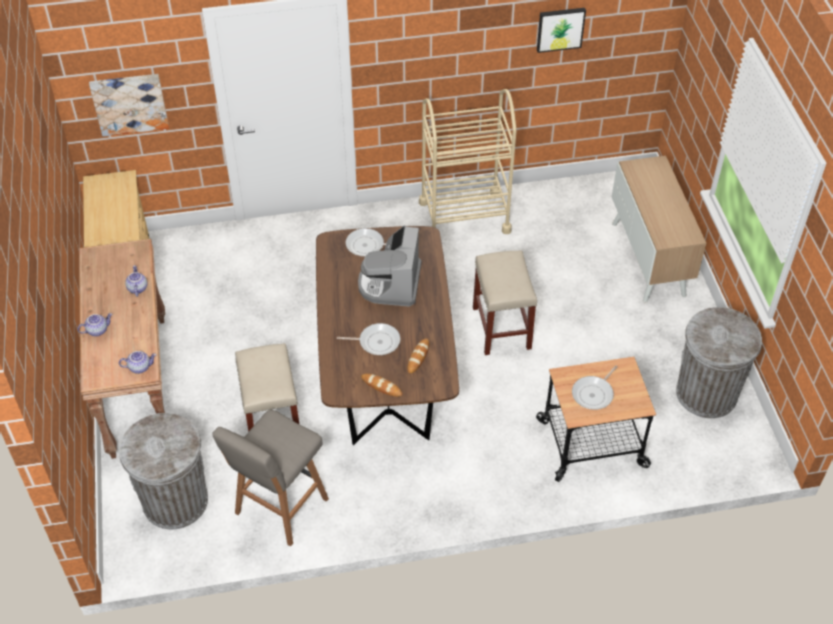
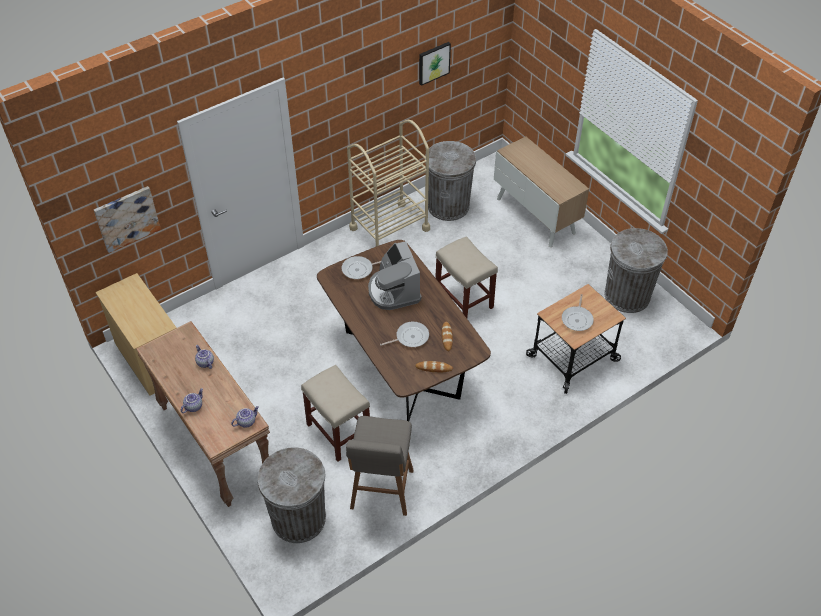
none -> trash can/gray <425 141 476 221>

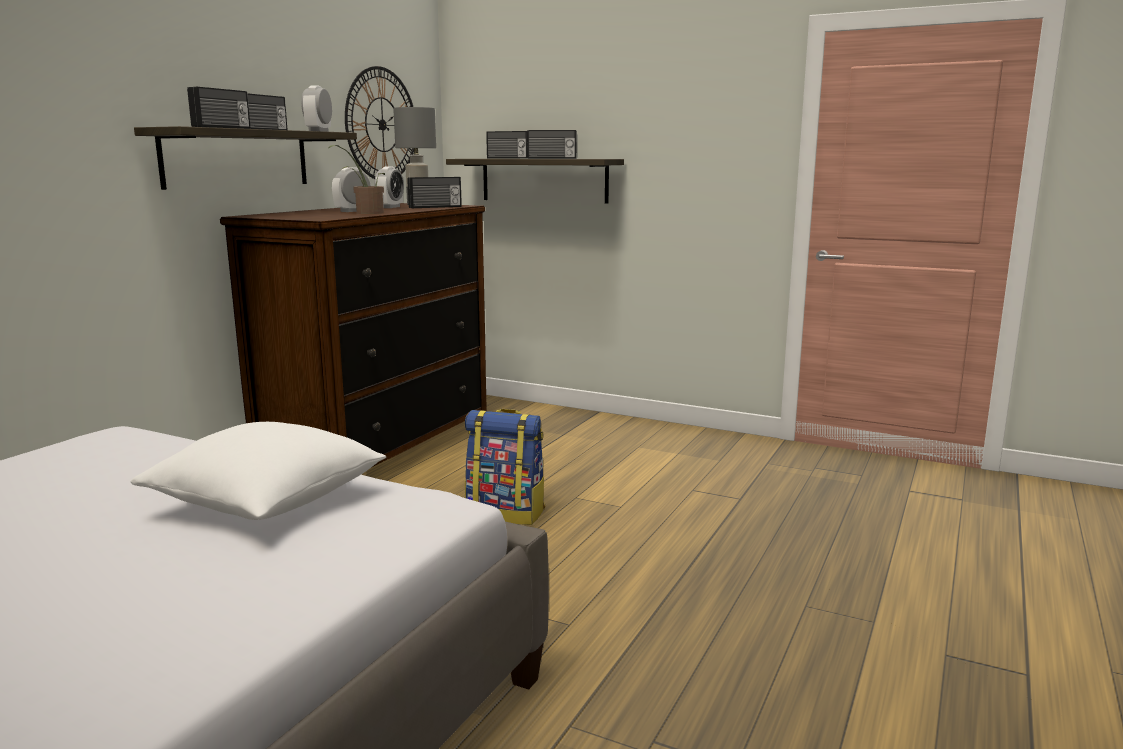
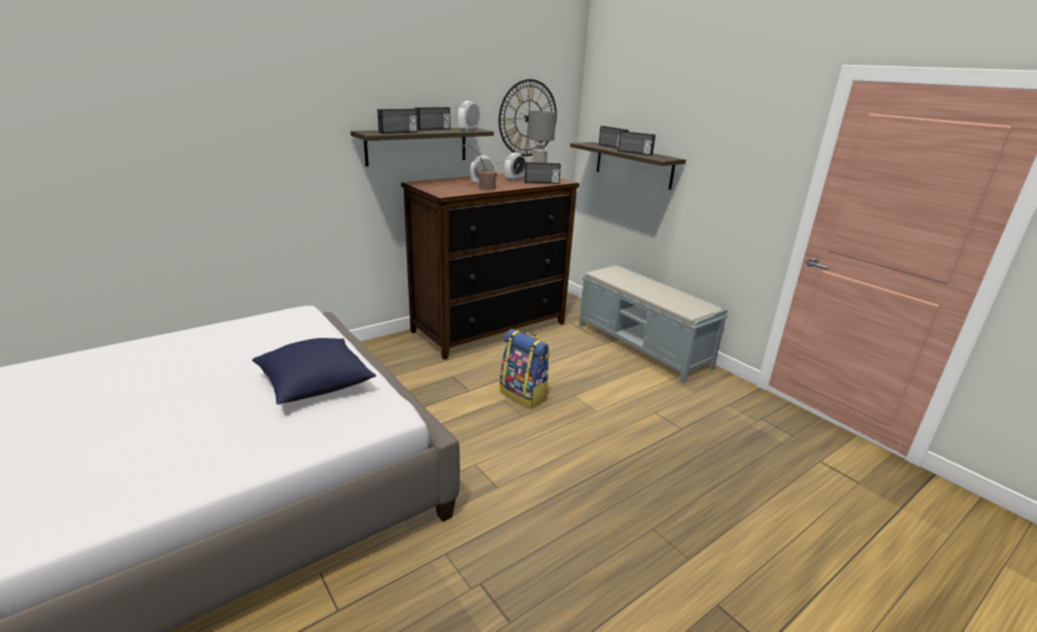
throw pillow/white-coloured <131 422 386 520> -> throw pillow/blue-coloured <252 338 376 404>
none -> bench/gray <579 264 728 383>

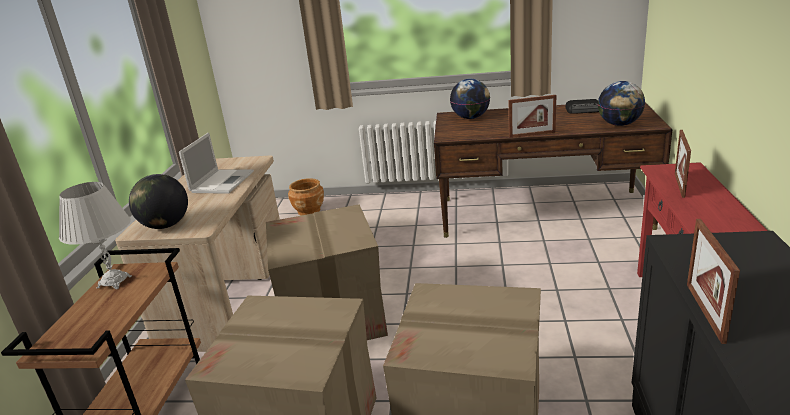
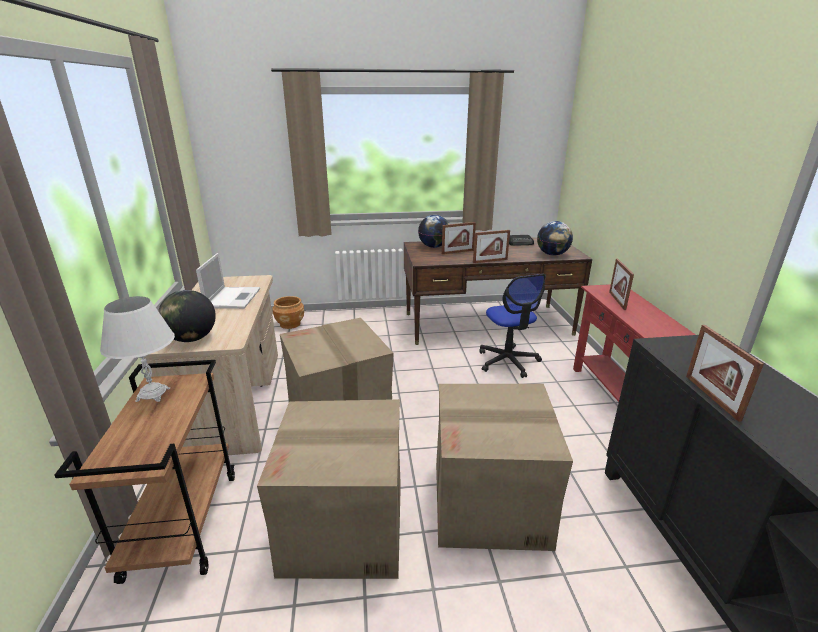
none -> photo frame <442 222 476 254>
none -> computer chair <479 274 546 378>

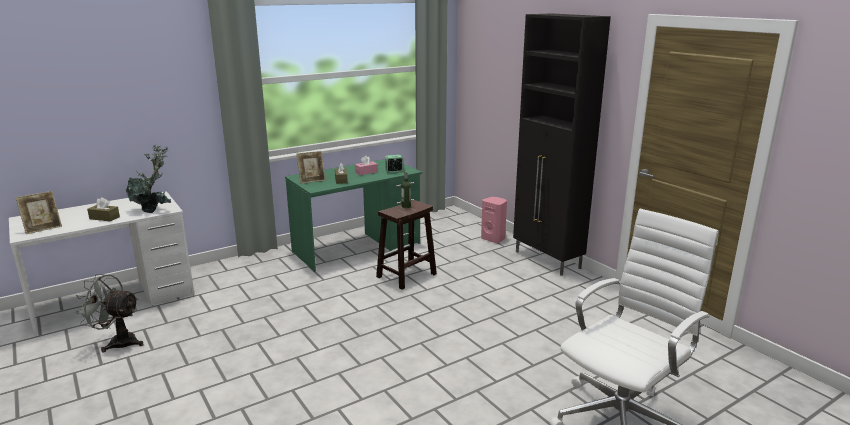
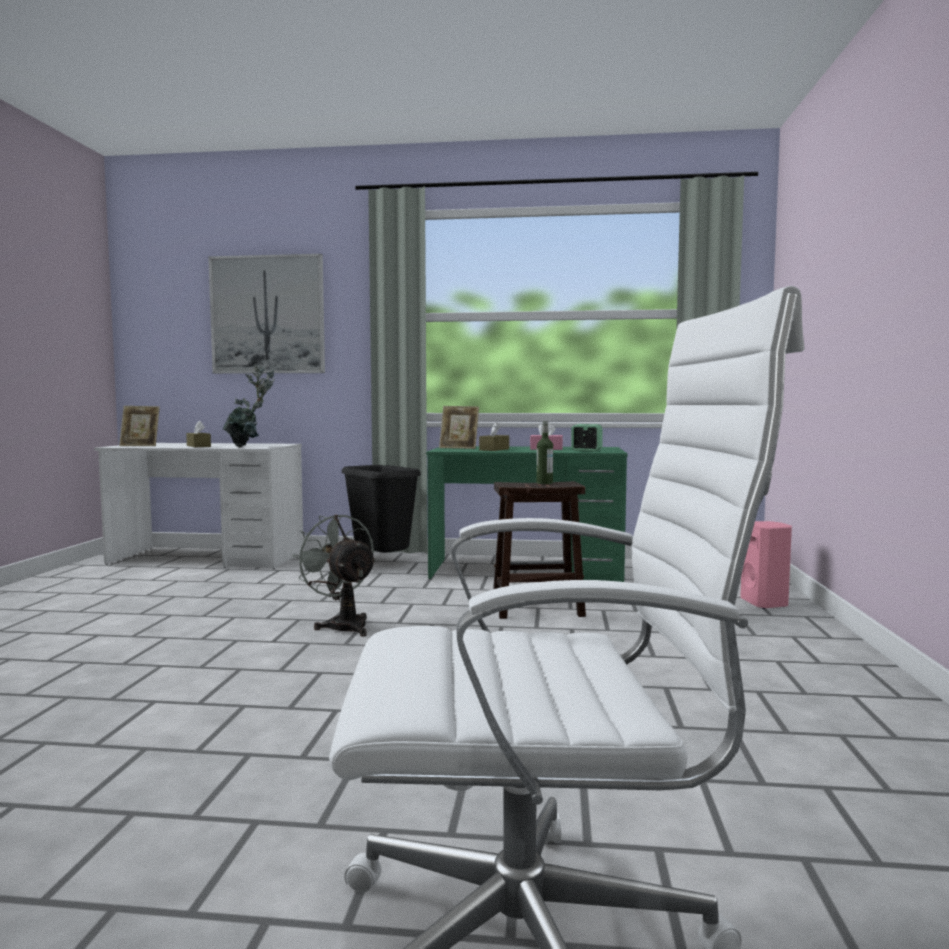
electric fan/gray <74 274 144 352> -> electric fan/gray <292 515 376 637>, move
cabinet/blackish <513 13 611 276> -> none
none -> wall art <208 254 325 374>
none -> trash can/blackish <342 465 421 553>

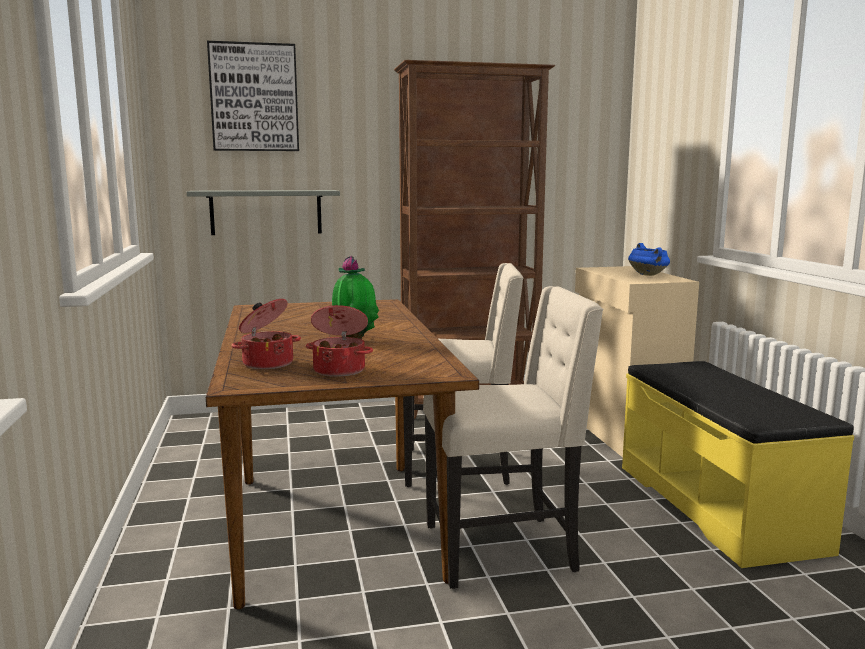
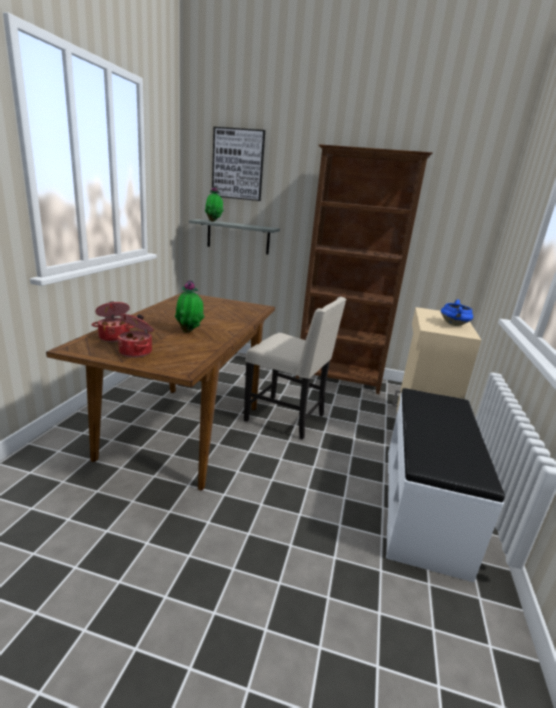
upright chair/beige-coloured <423 286 603 589> -> none
bench/yellow-coloured <622 361 854 568> -> bench/white-coloured <386 388 505 582>
none -> plant in a pot <205 186 224 222>

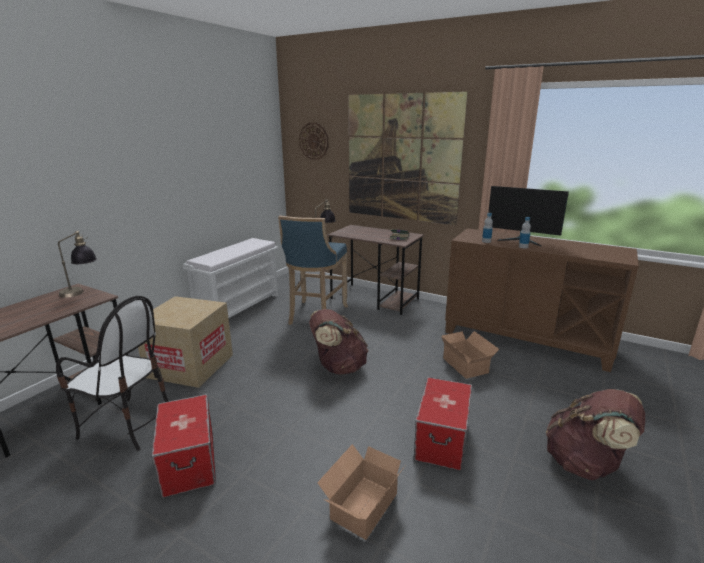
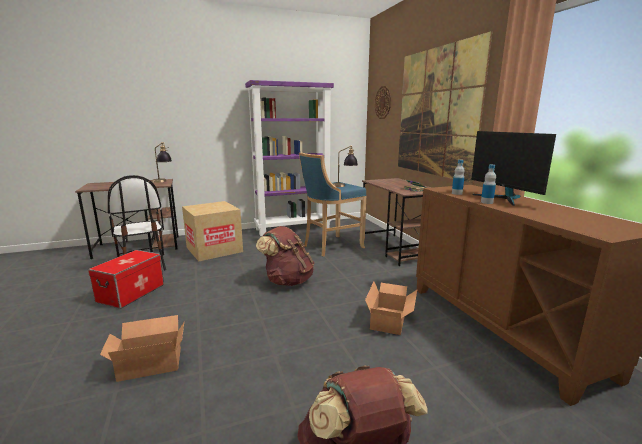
bench/white-coloured <183 238 278 318> -> bookcase/purple <245 80 334 236>
storage bin <414 377 472 471> -> none

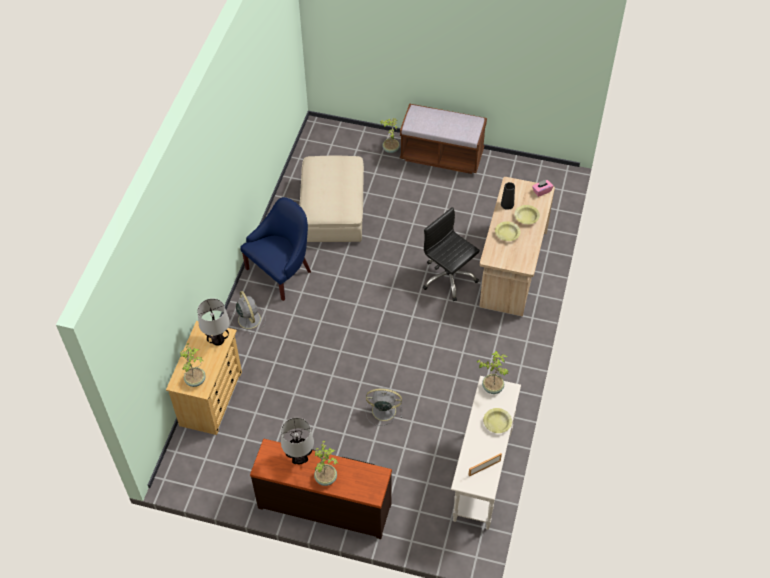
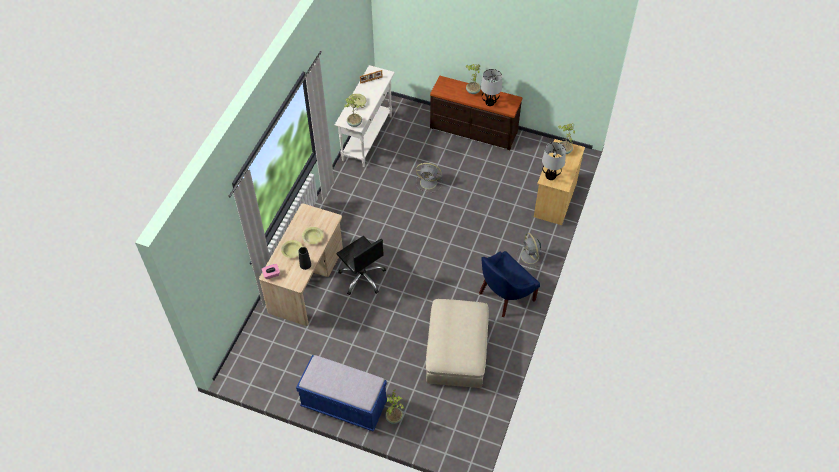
bench/brown <400 103 487 174> -> bench/blue-coloured <296 355 387 432>

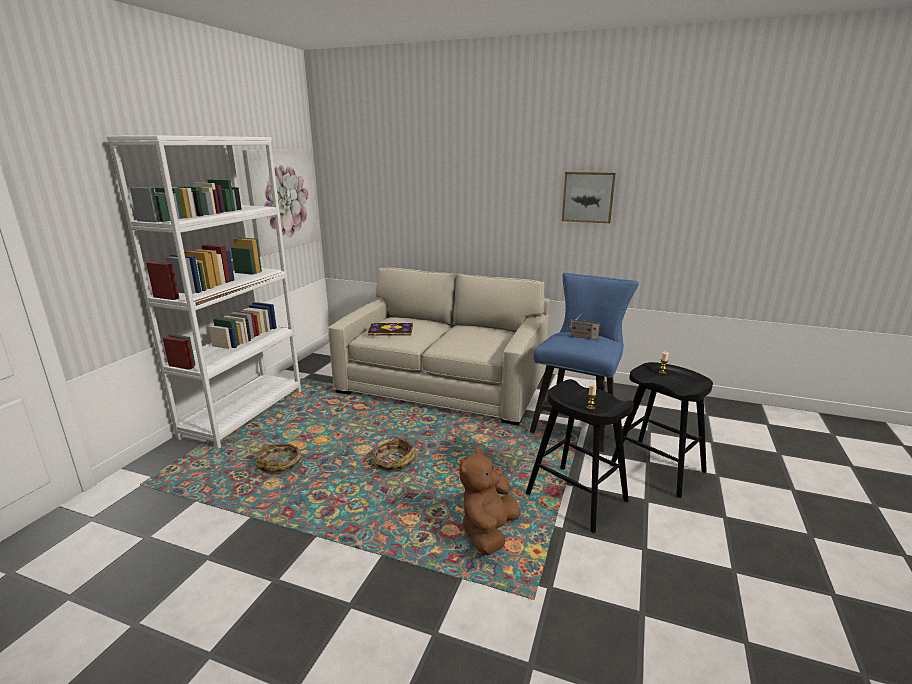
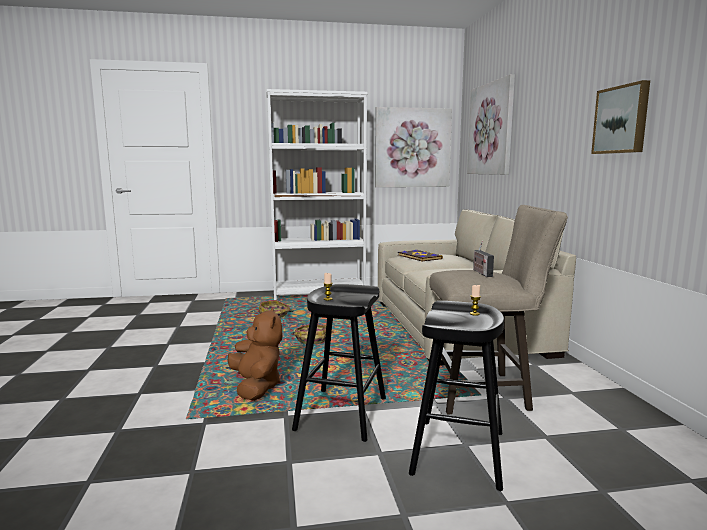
cuddly toy/brown <459 447 520 555> -> cuddly toy/brown <228 307 283 401>, 75 degrees clockwise
stool/blue-coloured <530 273 639 452> -> stool/beige-coloured <430 205 568 414>
none -> wall art <467 74 515 175>

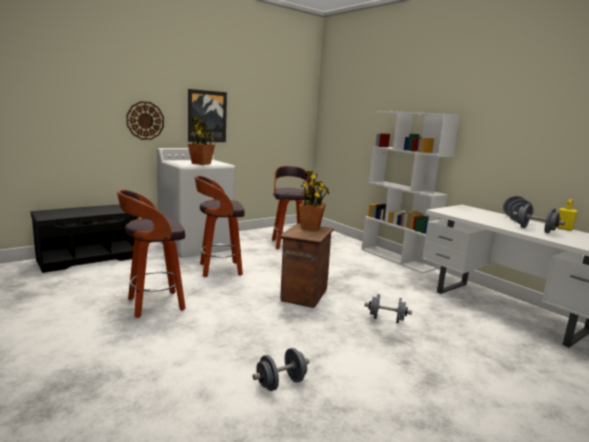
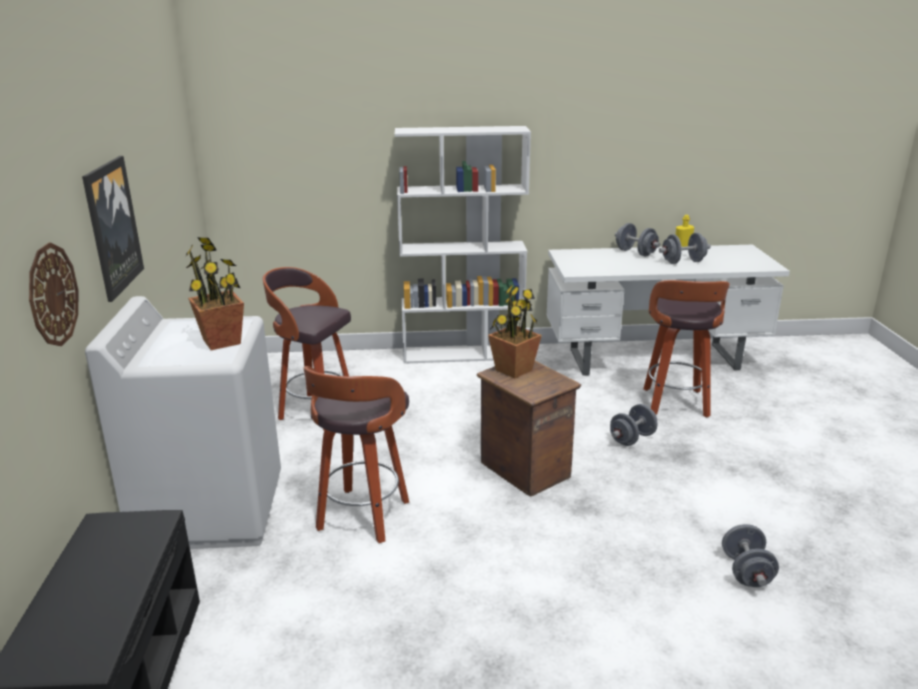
stool <117 189 186 318> -> stool <643 280 730 418>, move

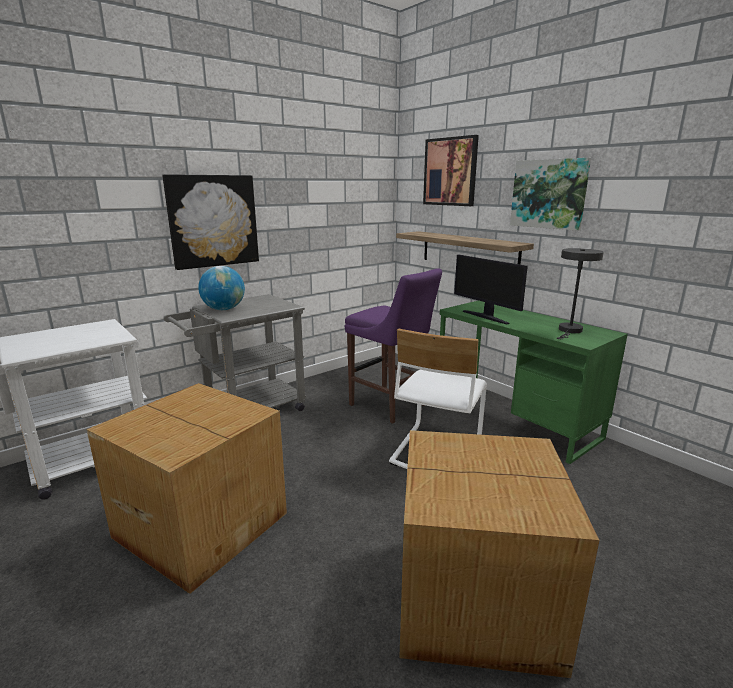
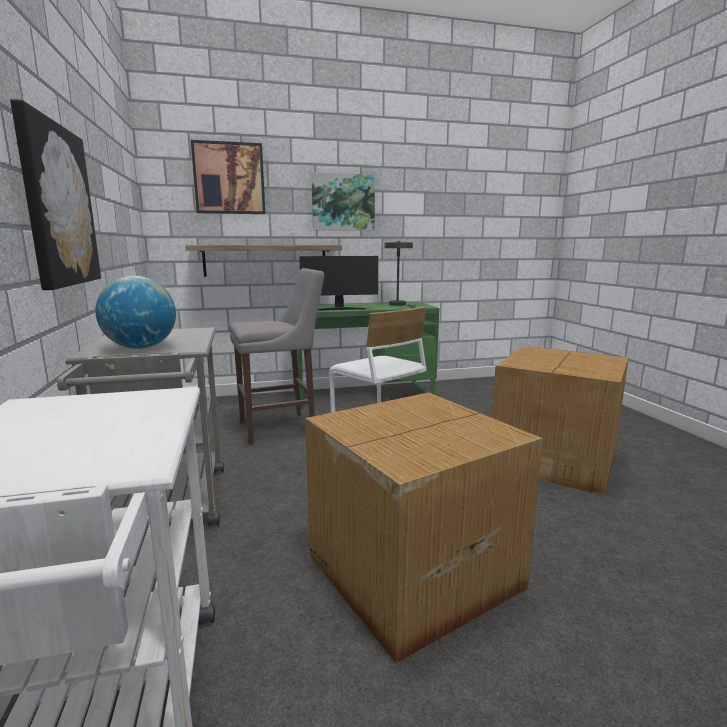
stool/purple <345 268 442 424> -> stool/gray <229 268 325 445>

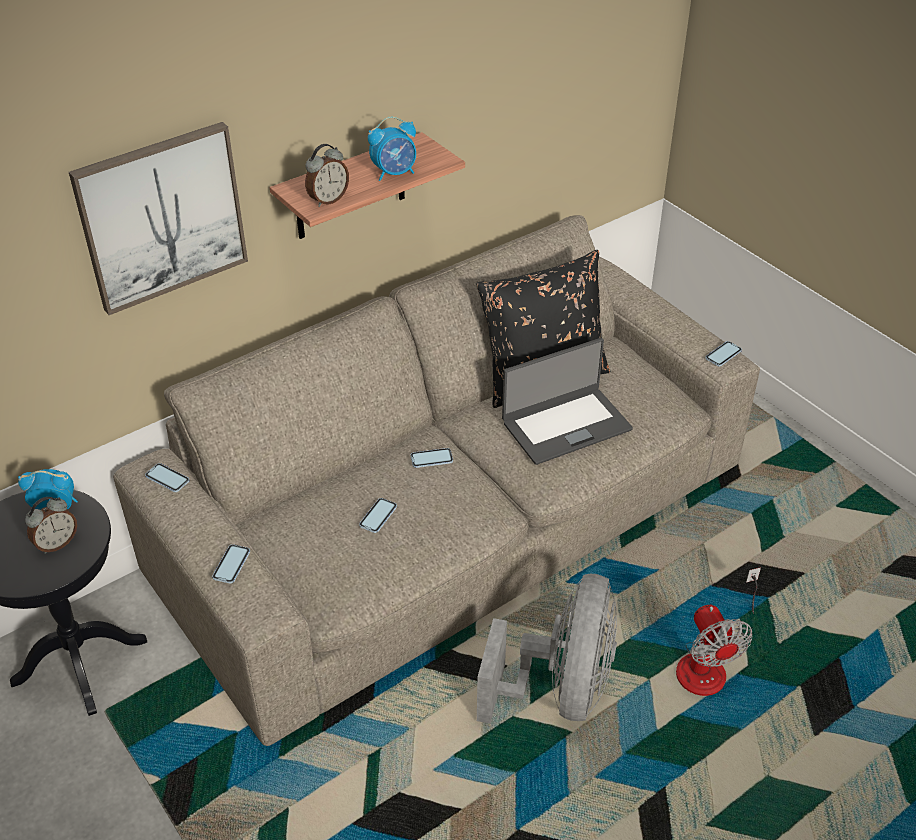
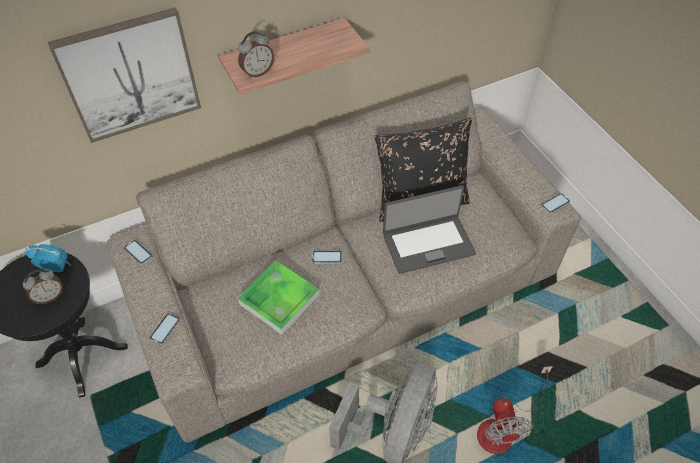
telephone <359 498 397 533> -> carrying tray <237 261 319 335>
bedside clock <368 116 416 181> -> none

